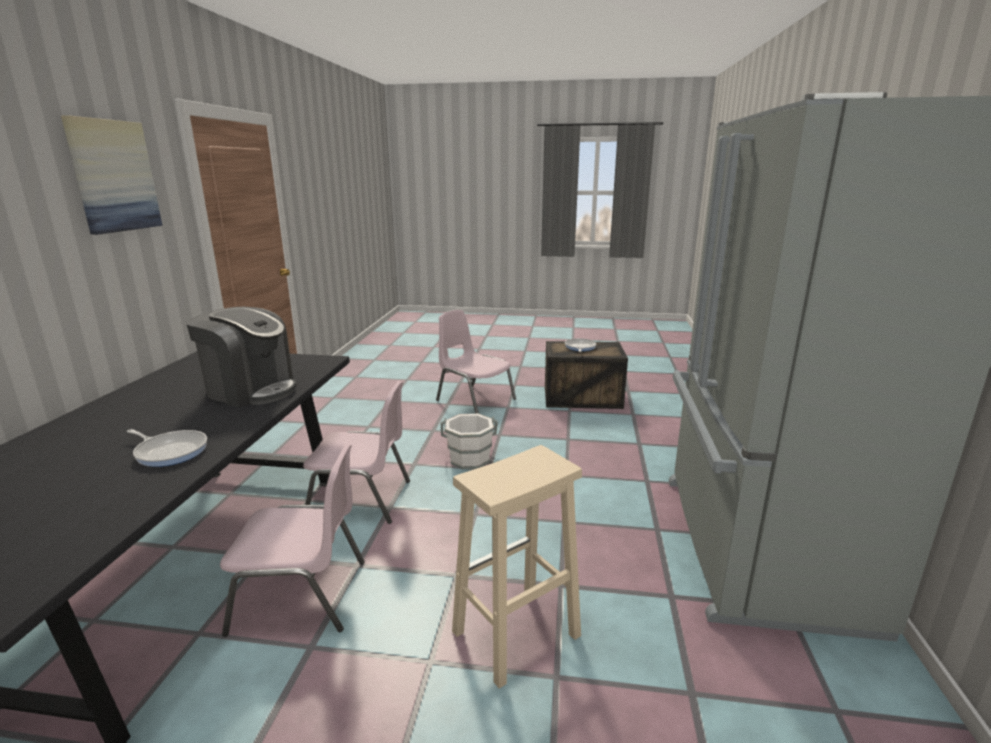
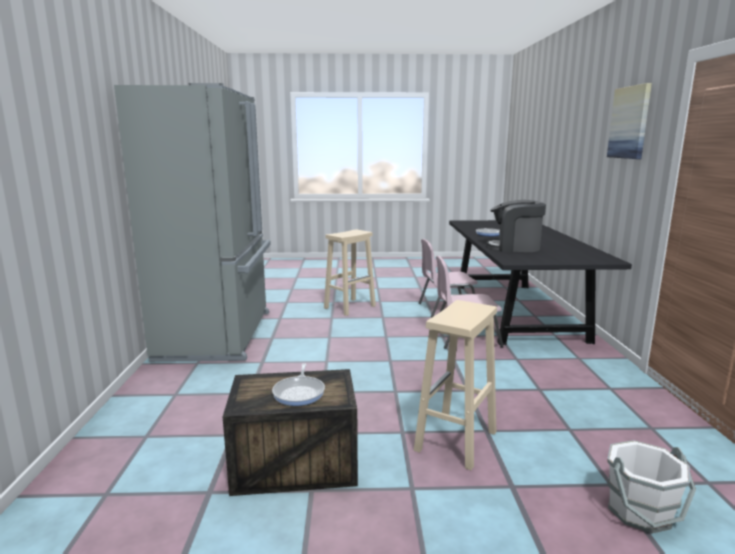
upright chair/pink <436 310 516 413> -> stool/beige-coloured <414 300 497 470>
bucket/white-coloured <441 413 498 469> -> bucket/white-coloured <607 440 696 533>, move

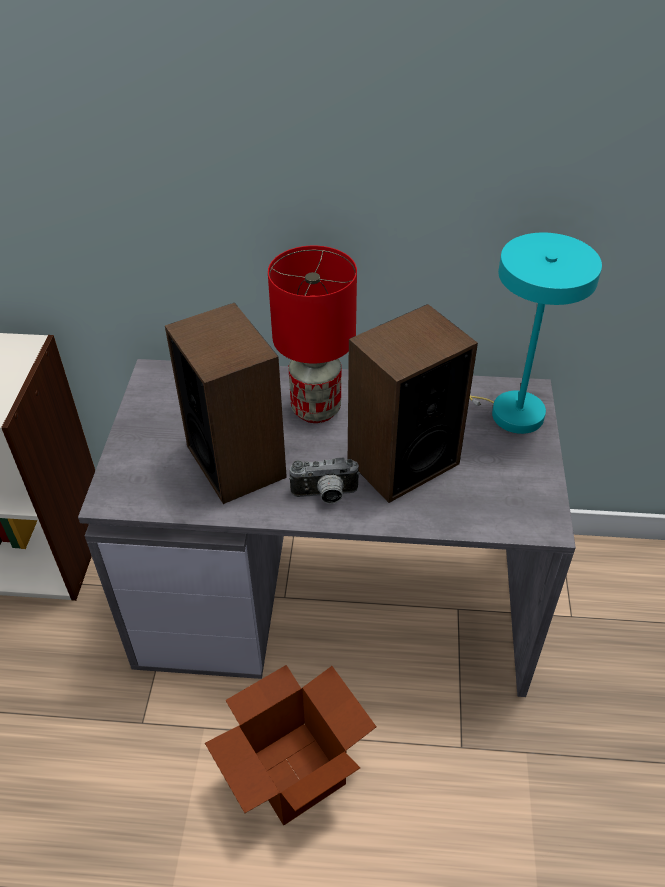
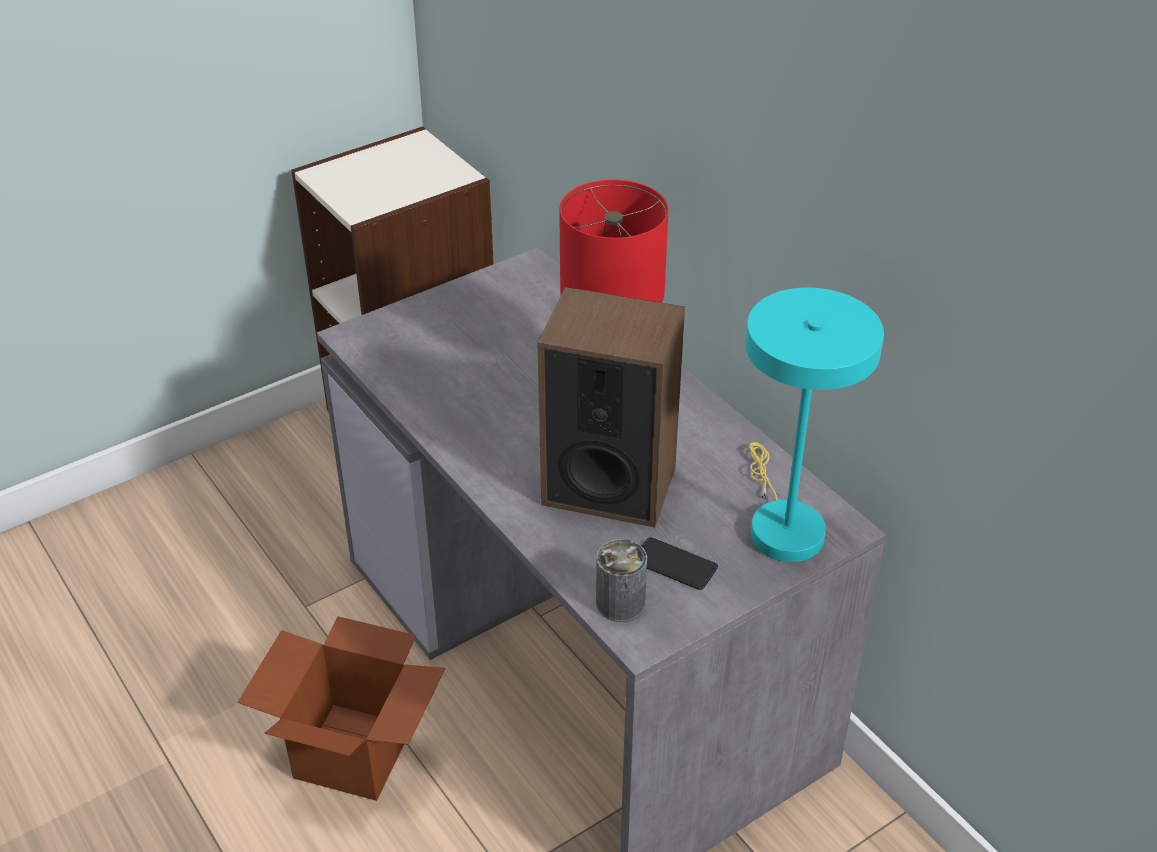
audio speaker <165 303 287 504> -> none
still camera <289 458 360 504> -> none
none -> metal can <596 539 647 622>
none -> telephone <642 537 718 590>

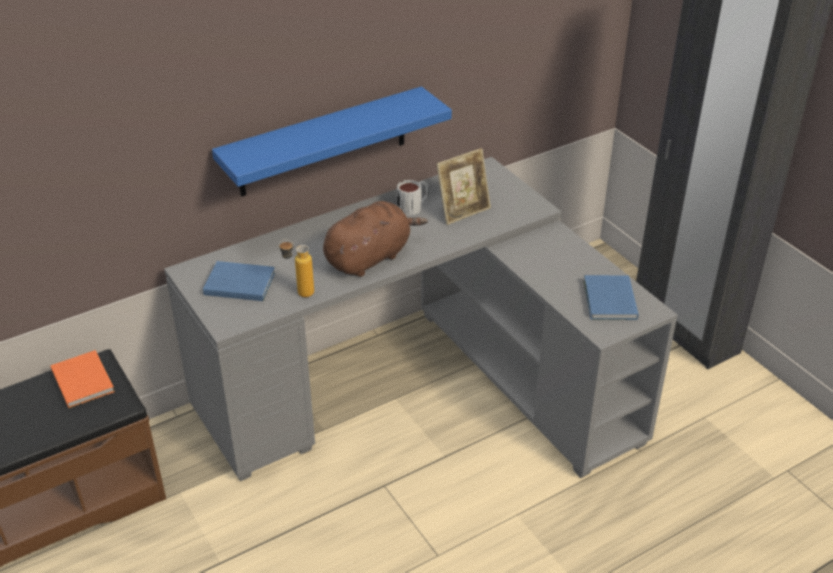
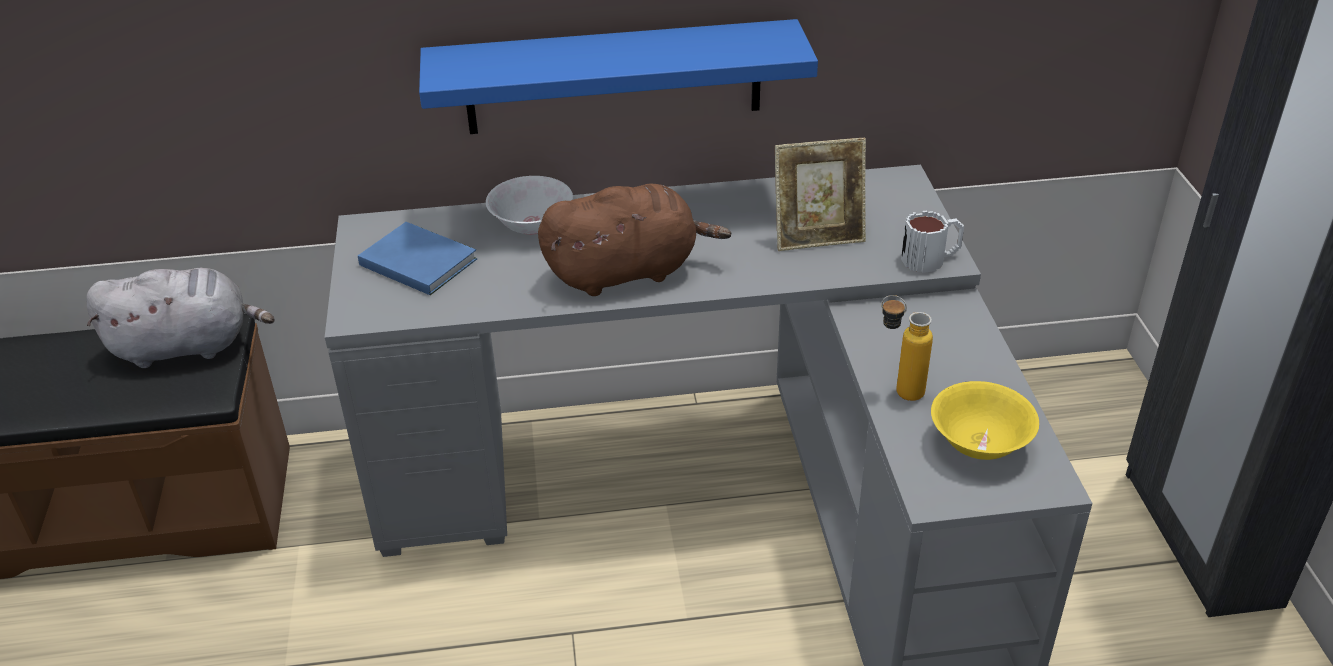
volume/orange <51 350 115 408> -> cuddly toy/gray <87 268 275 368>
beverage bottle <279 239 314 297> -> beverage bottle <881 295 933 401>, move
tea mug <397 180 428 216> -> tea mug <901 210 964 273>, move
volume/blue-coloured <583 275 638 320> -> deep dish/yellow-coloured <931 381 1039 460>
none -> deep dish/white-coloured <486 176 573 235>

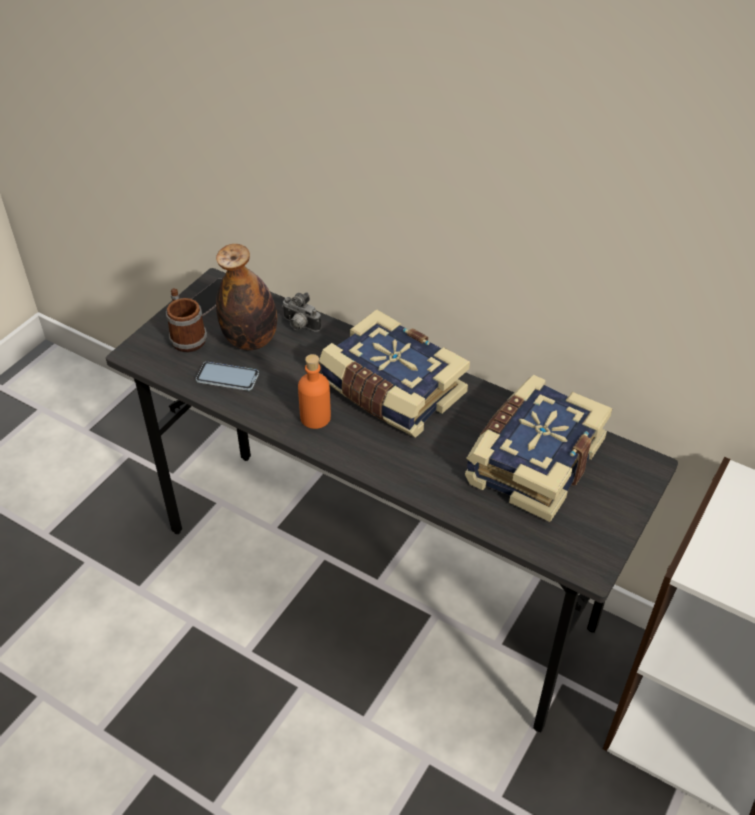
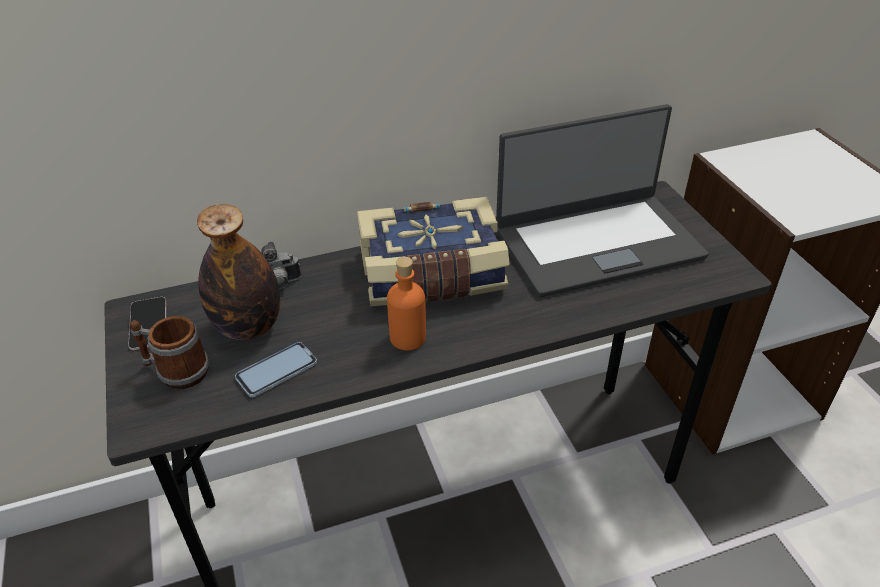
volume <465 375 612 522> -> notebook computer <496 104 708 297>

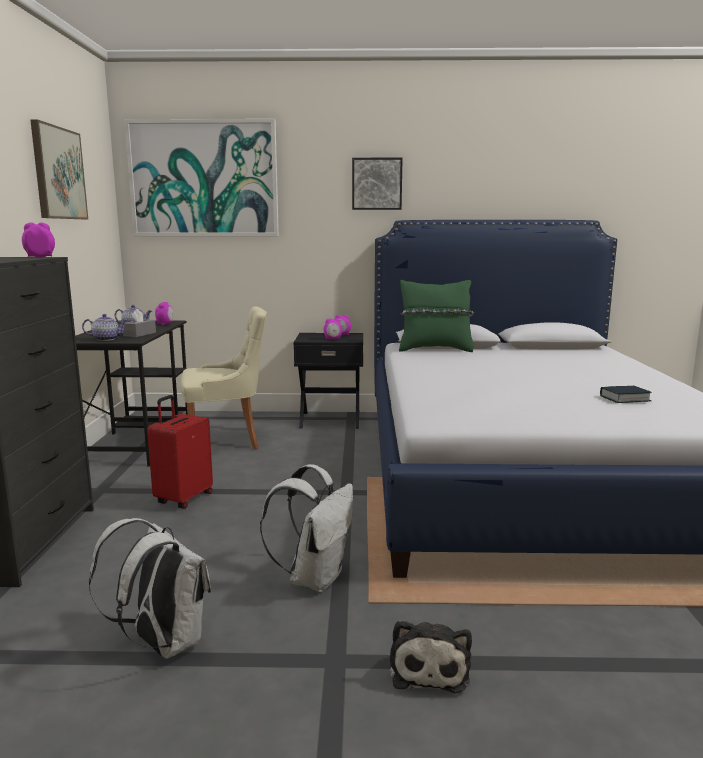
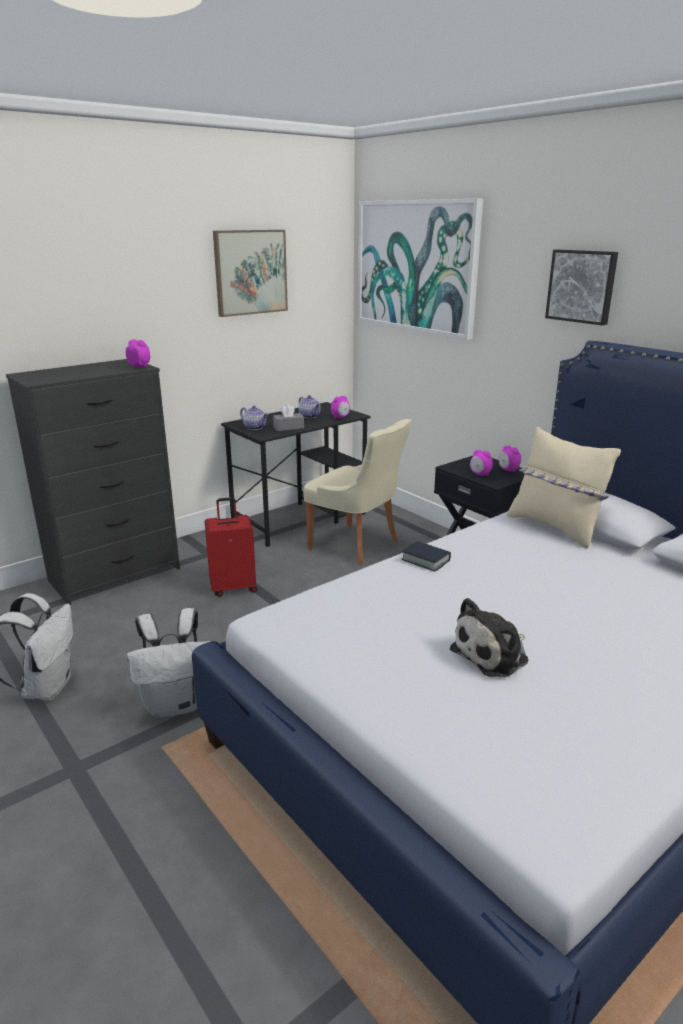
cuddly toy <390 620 472 694> -> cuddly toy <450 598 529 678>, move
throw pillow/greenish <399 280 474 352> -> throw pillow/beige-coloured <507 427 621 549>
volume <600 386 652 403> -> volume <401 541 451 571>, move

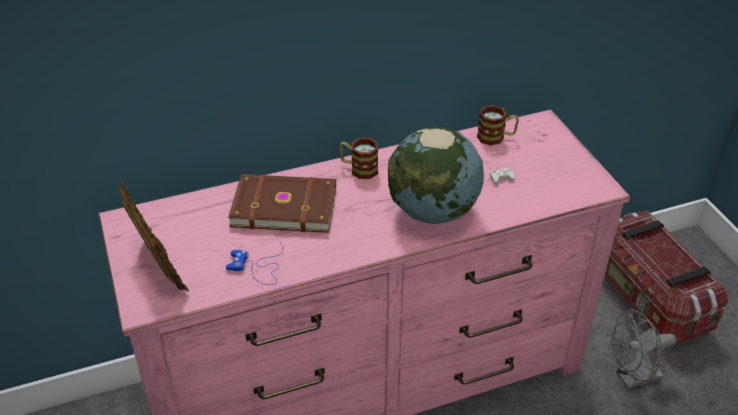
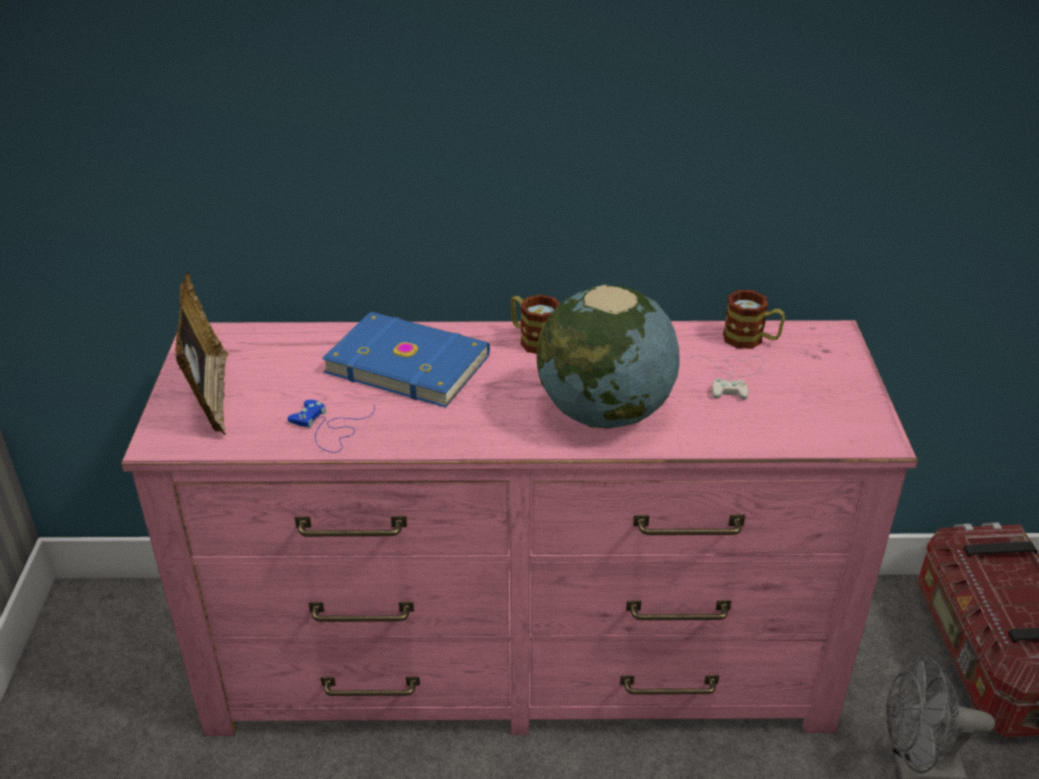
volume/brown <228 174 336 233> -> volume/blue-coloured <322 312 490 408>

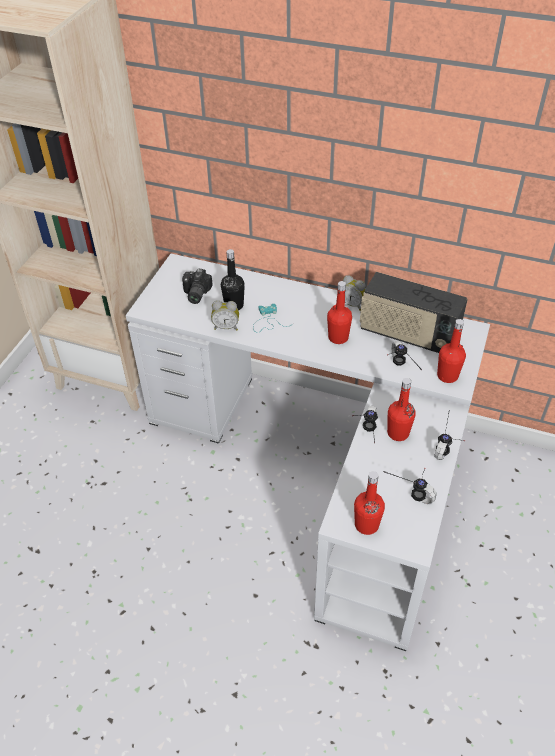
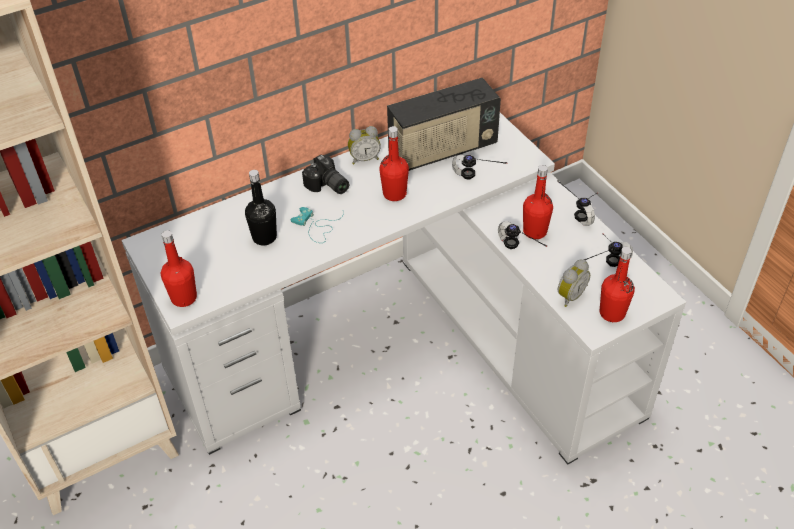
still camera <182 269 213 304> -> still camera <302 155 349 194>, move
bedside clock <211 300 239 331> -> bedside clock <558 260 590 307>, move
beverage bottle/red <437 319 466 383> -> beverage bottle/red <161 230 197 307>, move

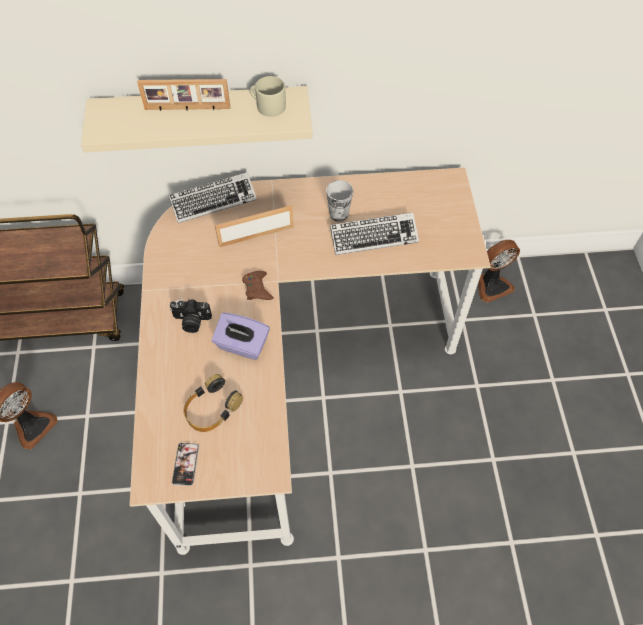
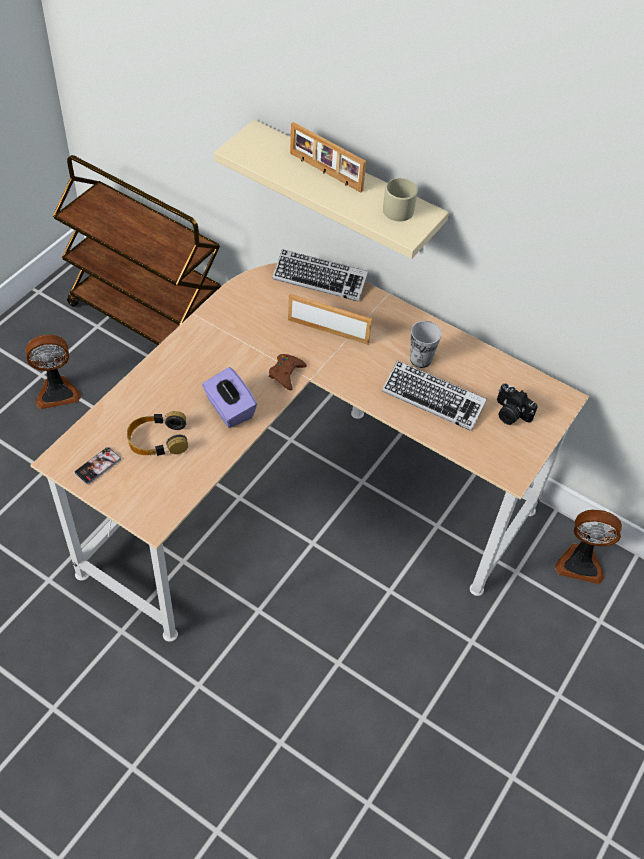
still camera <170 299 212 333> -> still camera <497 383 538 425>, move

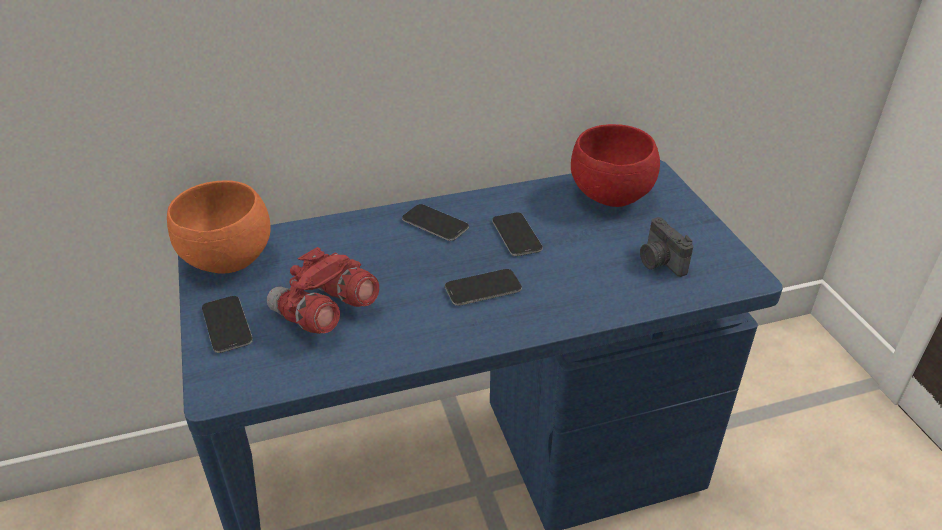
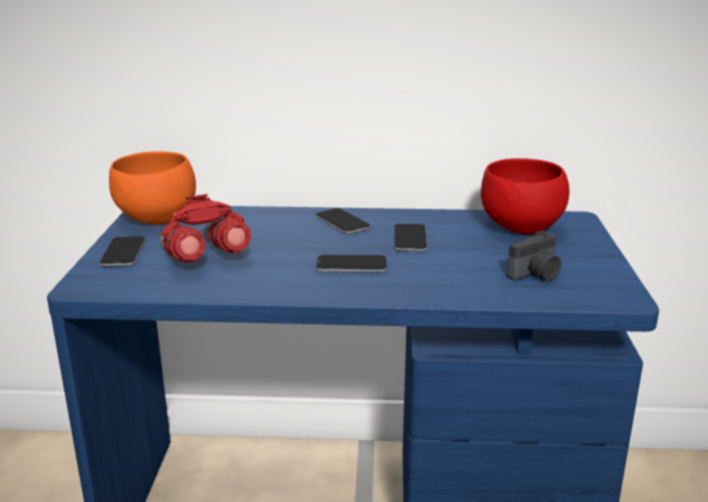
still camera <640 217 693 277> -> still camera <507 231 561 281>, 120 degrees counterclockwise

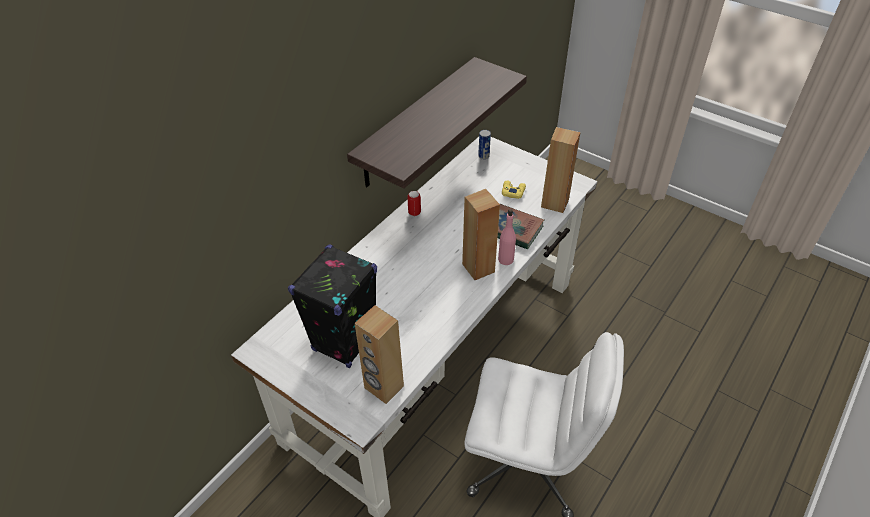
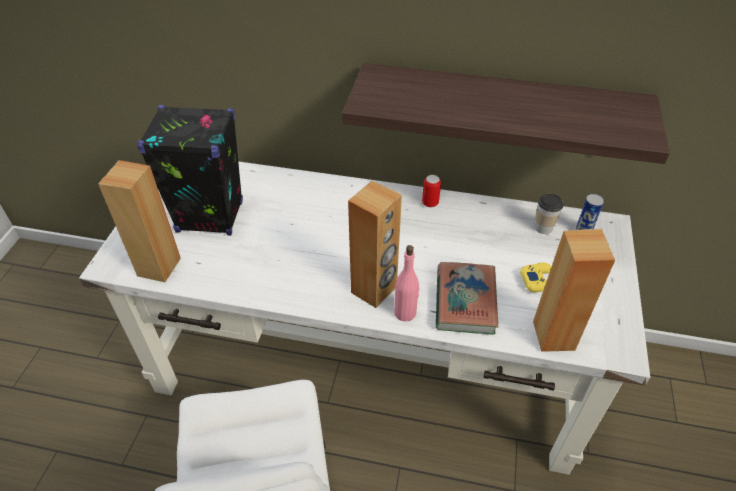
none -> drinking cup <534 194 564 234>

